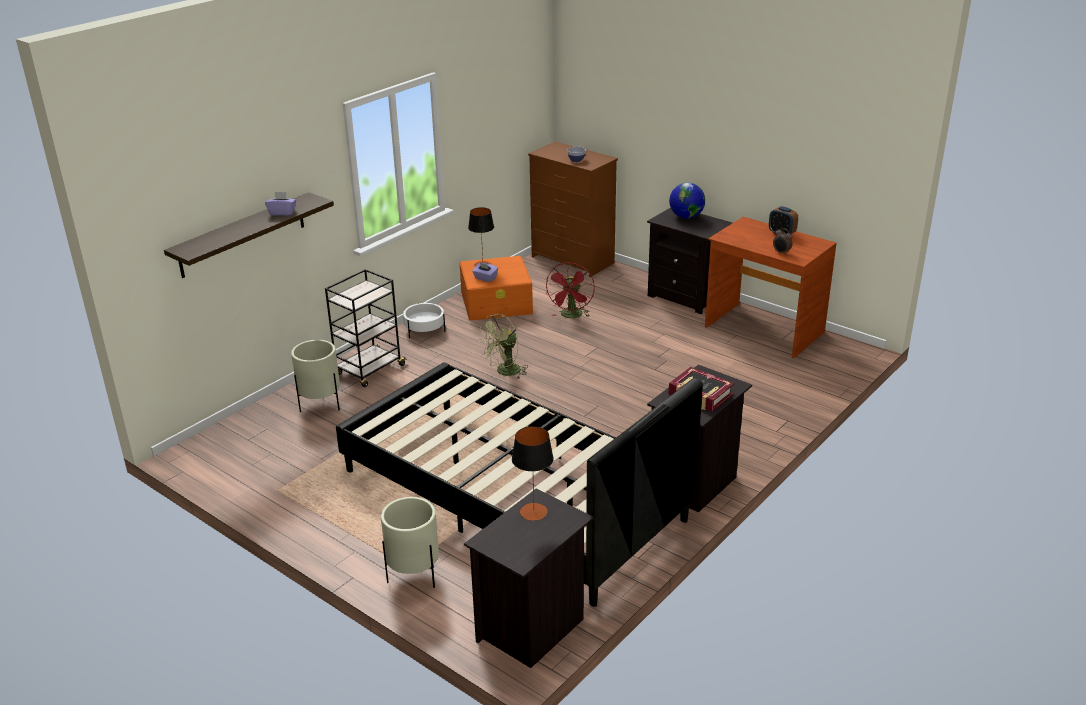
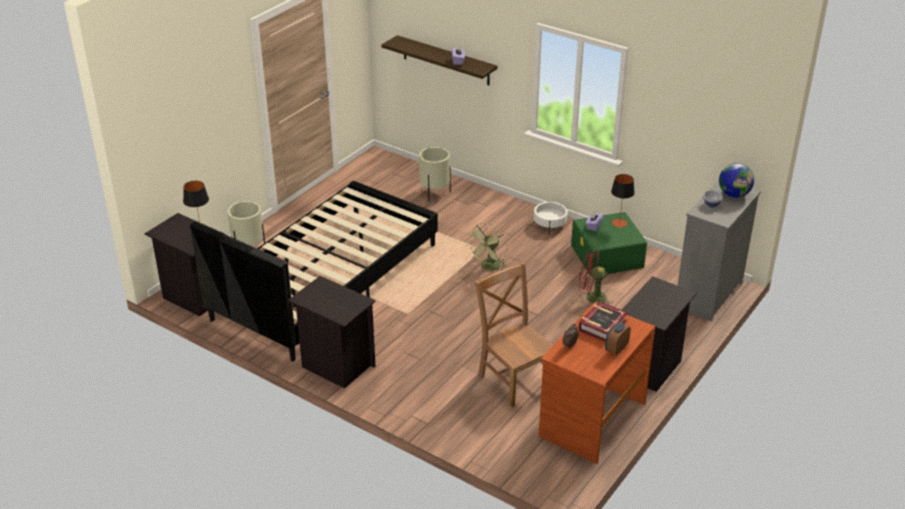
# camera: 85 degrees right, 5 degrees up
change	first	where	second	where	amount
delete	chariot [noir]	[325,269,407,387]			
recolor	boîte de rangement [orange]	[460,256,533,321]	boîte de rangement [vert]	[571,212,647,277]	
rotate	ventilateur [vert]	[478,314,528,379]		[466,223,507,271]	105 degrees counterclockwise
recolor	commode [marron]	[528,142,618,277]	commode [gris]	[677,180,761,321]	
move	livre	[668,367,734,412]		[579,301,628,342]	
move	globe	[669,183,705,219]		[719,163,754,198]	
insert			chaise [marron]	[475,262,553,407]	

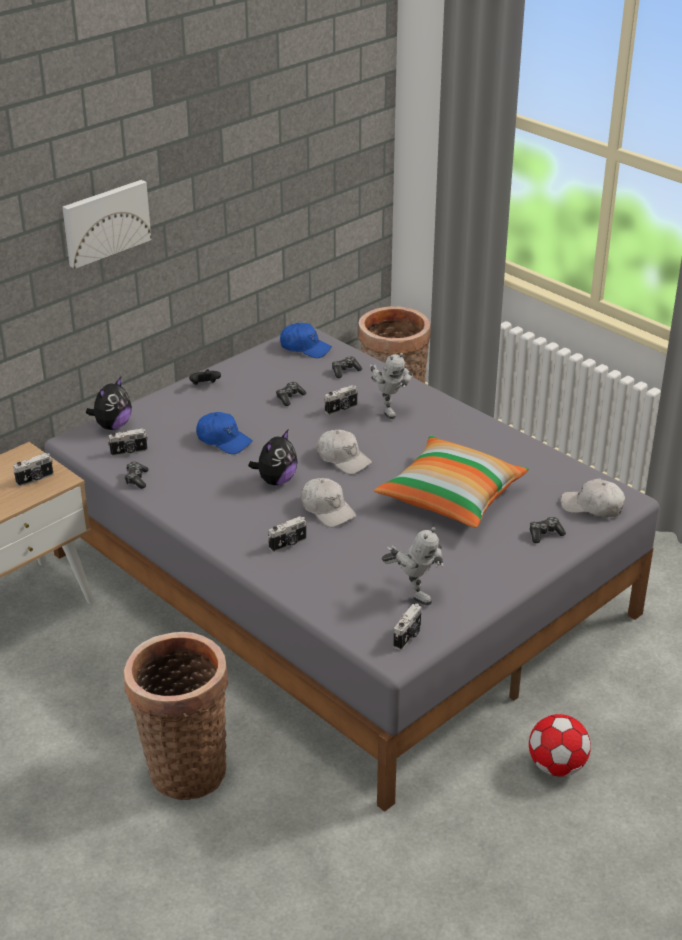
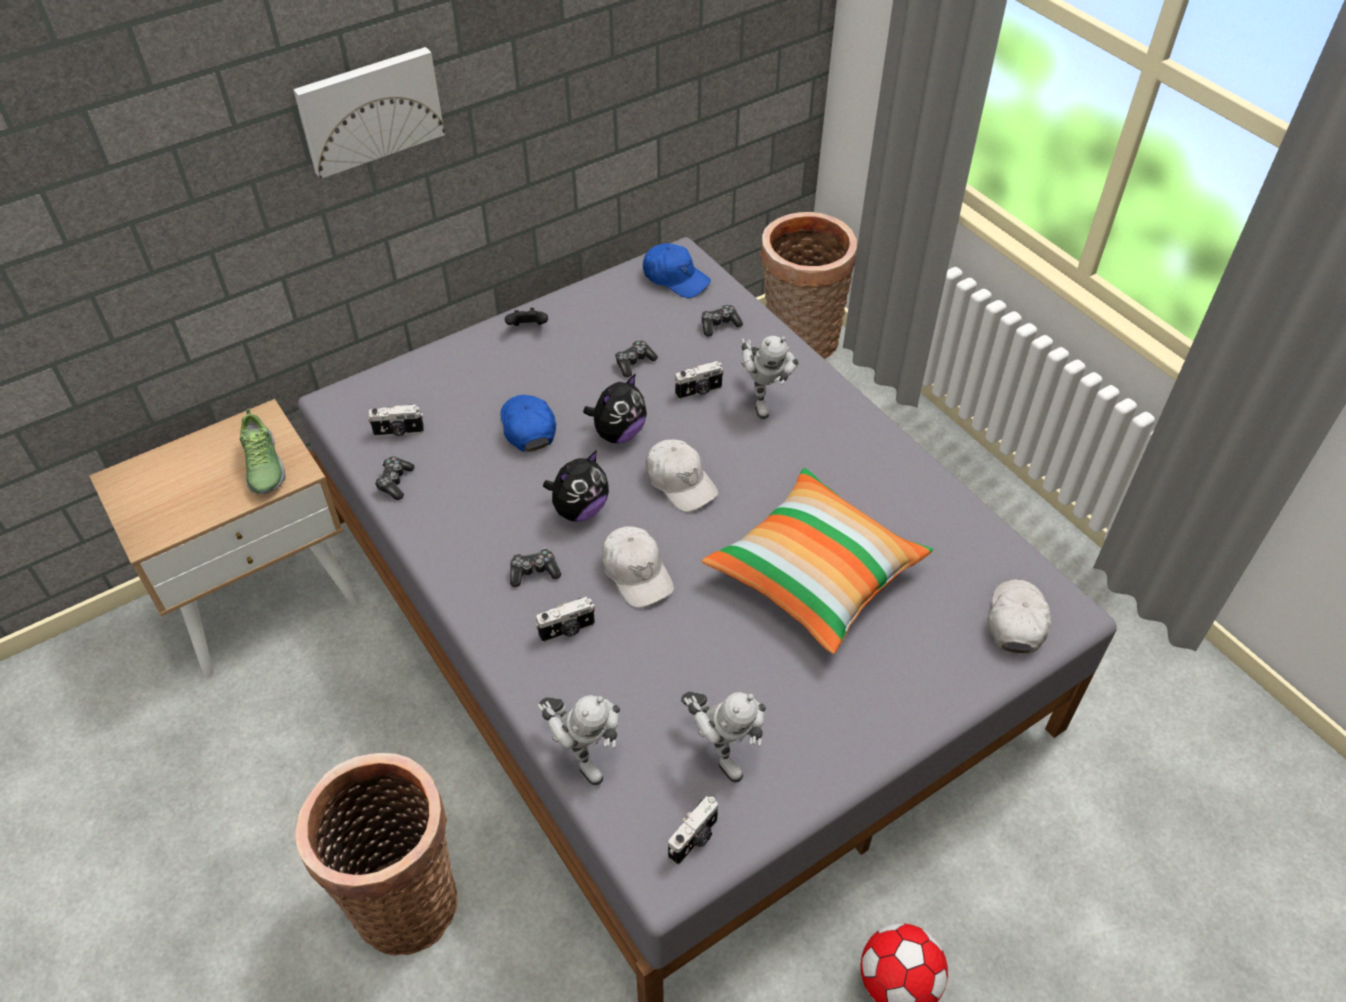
# camera: 10 degrees right, 15 degrees up
change	first	where	second	where	amount
replace	appareil photo	[13,453,53,486]	chaussure	[240,409,286,494]	
move	peluche	[86,377,132,430]		[583,373,647,443]	
rotate	casquette [bleu]	[196,412,253,454]		[500,395,556,452]	150 degrees counterclockwise
move	manette	[530,517,566,543]		[510,548,561,587]	
rotate	casquette [blanc]	[561,478,625,517]		[987,580,1051,653]	75 degrees clockwise
insert			robot jouet	[538,695,620,785]	

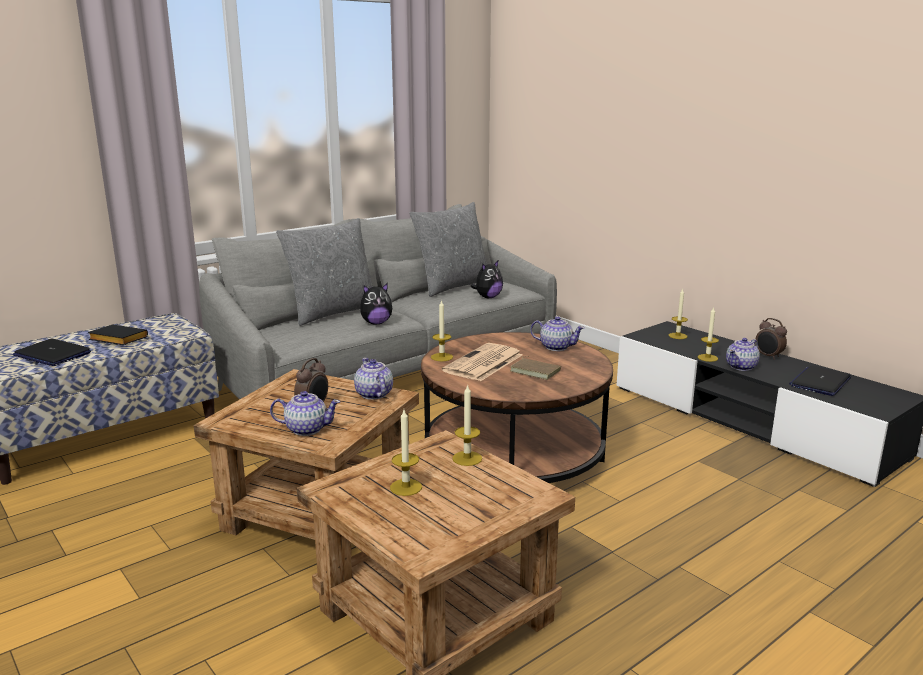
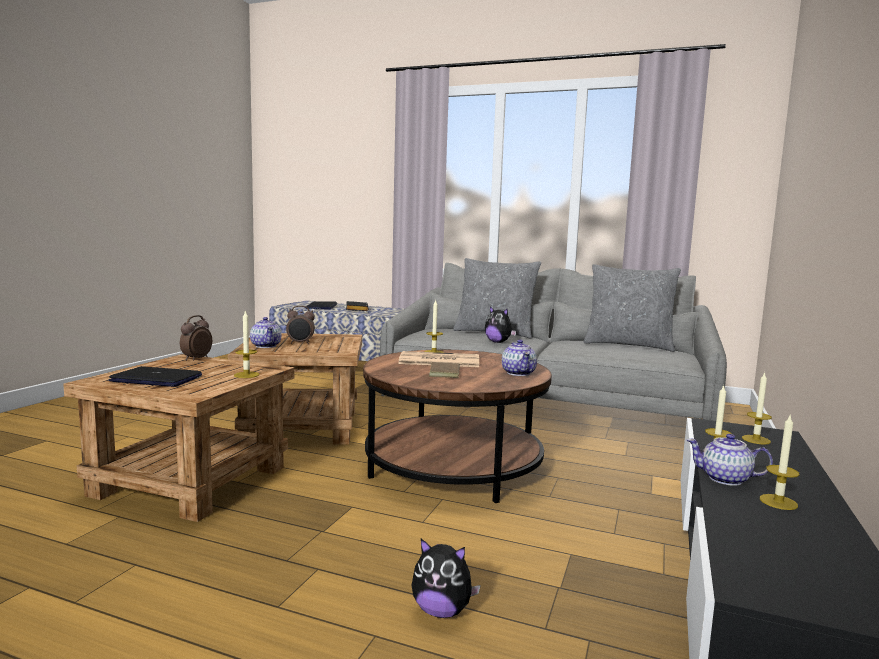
# camera: 60 degrees right, 10 degrees down
change	first	where	second	where	amount
delete	théière	[354,358,393,400]			
move	bougie	[390,410,422,496]		[760,416,799,510]	
move	peluche	[470,261,503,298]		[411,539,481,618]	
move	réveil	[755,318,787,360]		[180,315,212,361]	
move	ordinateur portable	[789,366,851,396]		[109,366,202,387]	

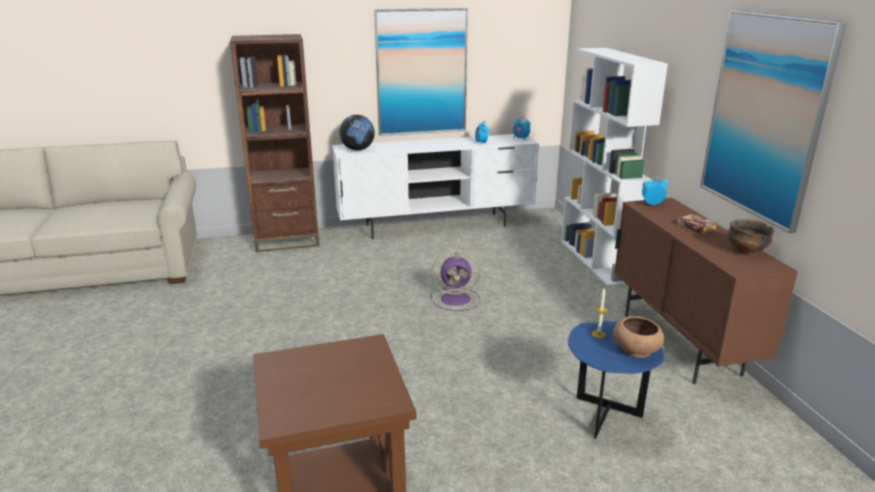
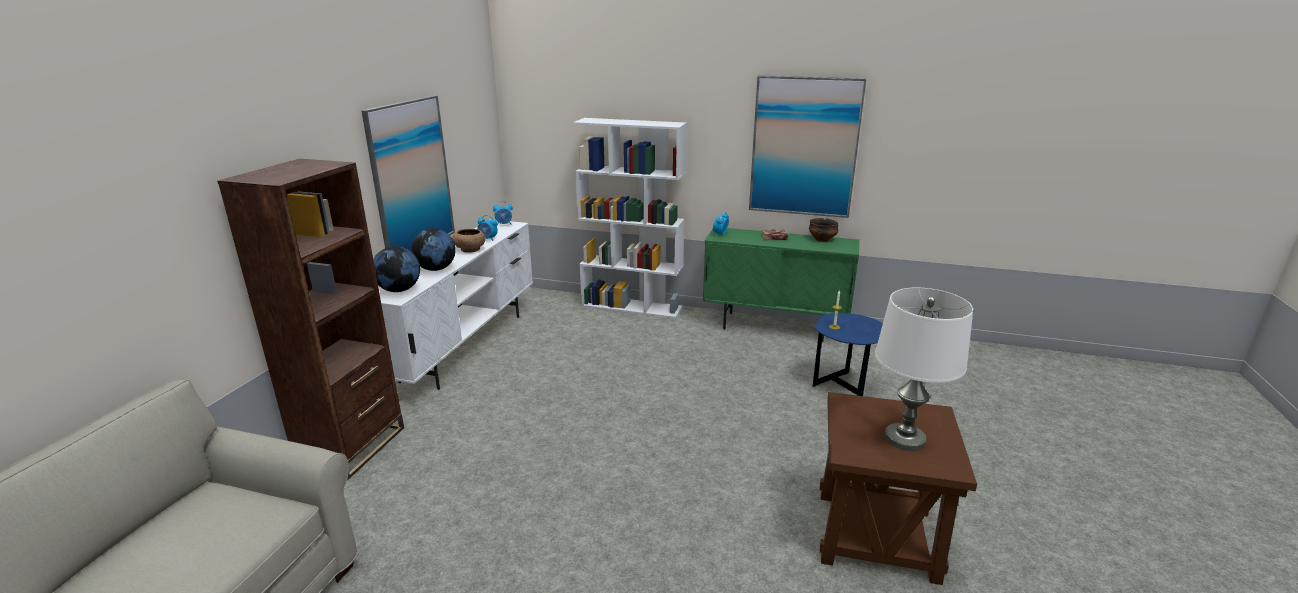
# camera: 60 degrees left, 0 degrees up
change	first	where	second	where	amount
delete	ventilateur [violet]	[430,249,480,311]			
move	bol [marron]	[613,316,664,358]		[452,229,486,253]	
recolor	meuble de rangement [marron]	[614,198,798,384]	meuble de rangement [vert]	[703,228,859,342]	
insert			globe	[411,228,456,271]	
insert			lampe de table [blanc]	[875,288,973,451]	

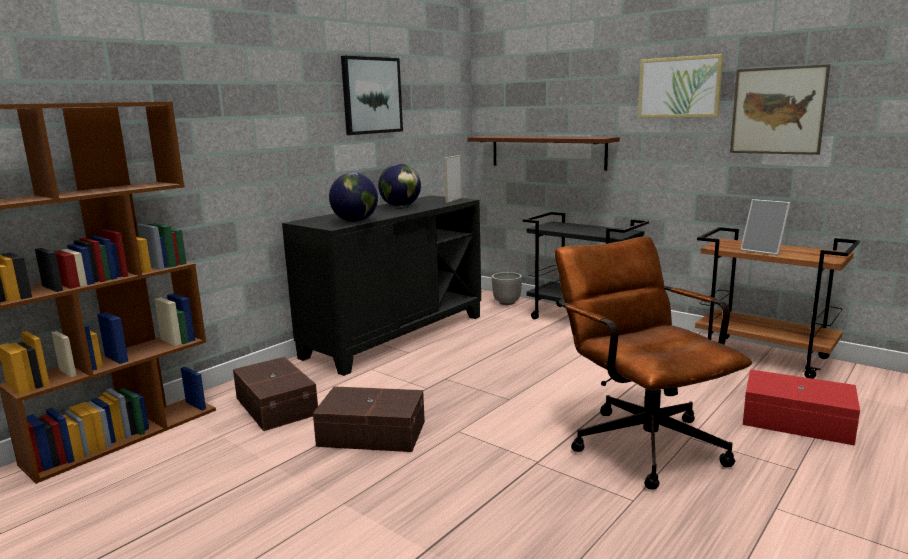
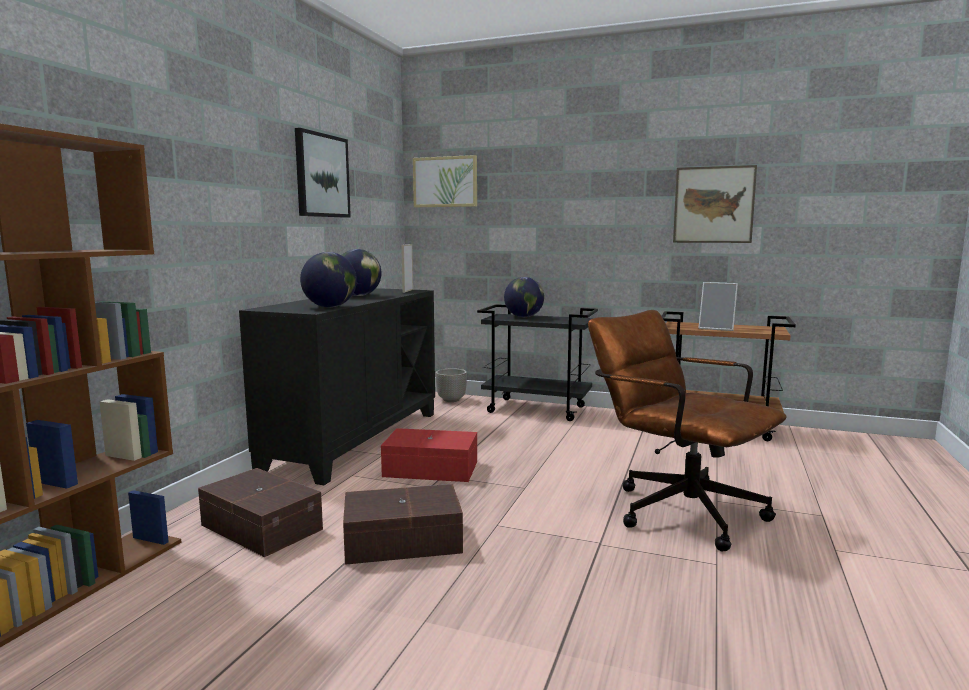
# camera: 20 degrees left, 5 degrees down
change	first	where	second	where	amount
delete	étagère [marron]	[467,136,620,171]			
move	tableau	[638,54,724,118]		[413,155,477,207]	
move	boîte de rangement [rouge]	[743,369,860,446]		[381,428,477,482]	
insert			globe	[504,277,544,317]	

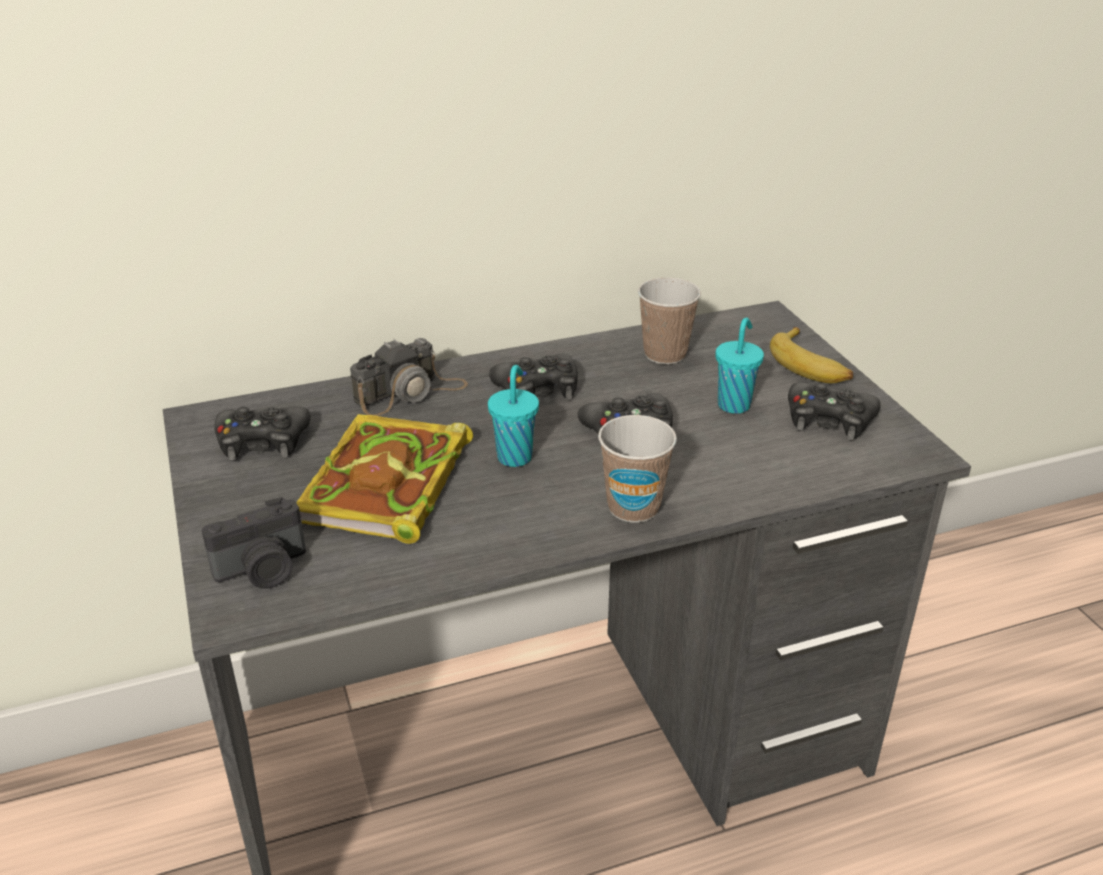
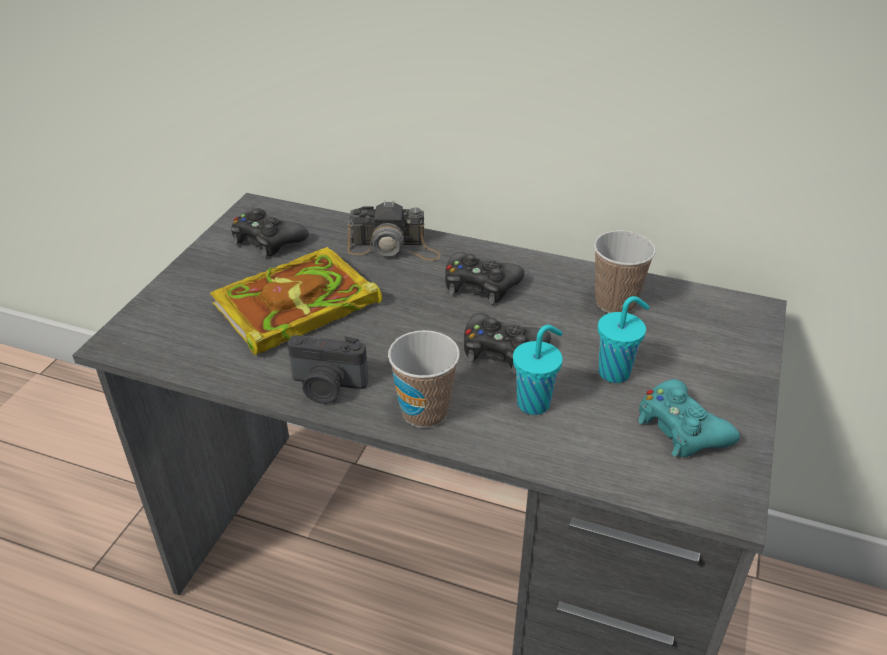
# camera: 40 degrees right, 5 degrees up
change	first	where	second	where	amount
move	appareil photo	[202,497,306,589]		[288,335,368,404]	
move	tasse [turquoise]	[488,365,539,467]		[513,325,563,415]	
delete	banane	[770,327,853,383]			
recolor	manette [noir]	[788,382,881,440]	manette [turquoise]	[637,379,740,457]	

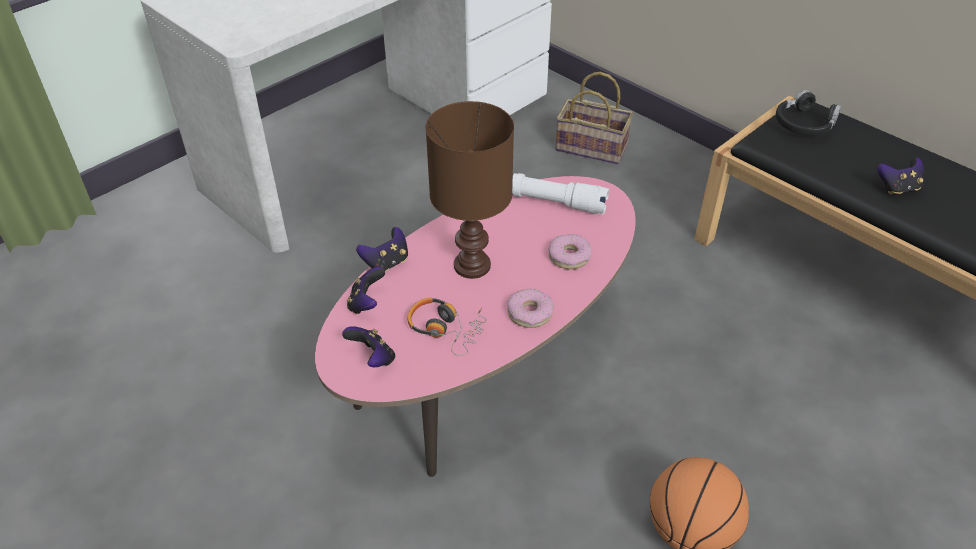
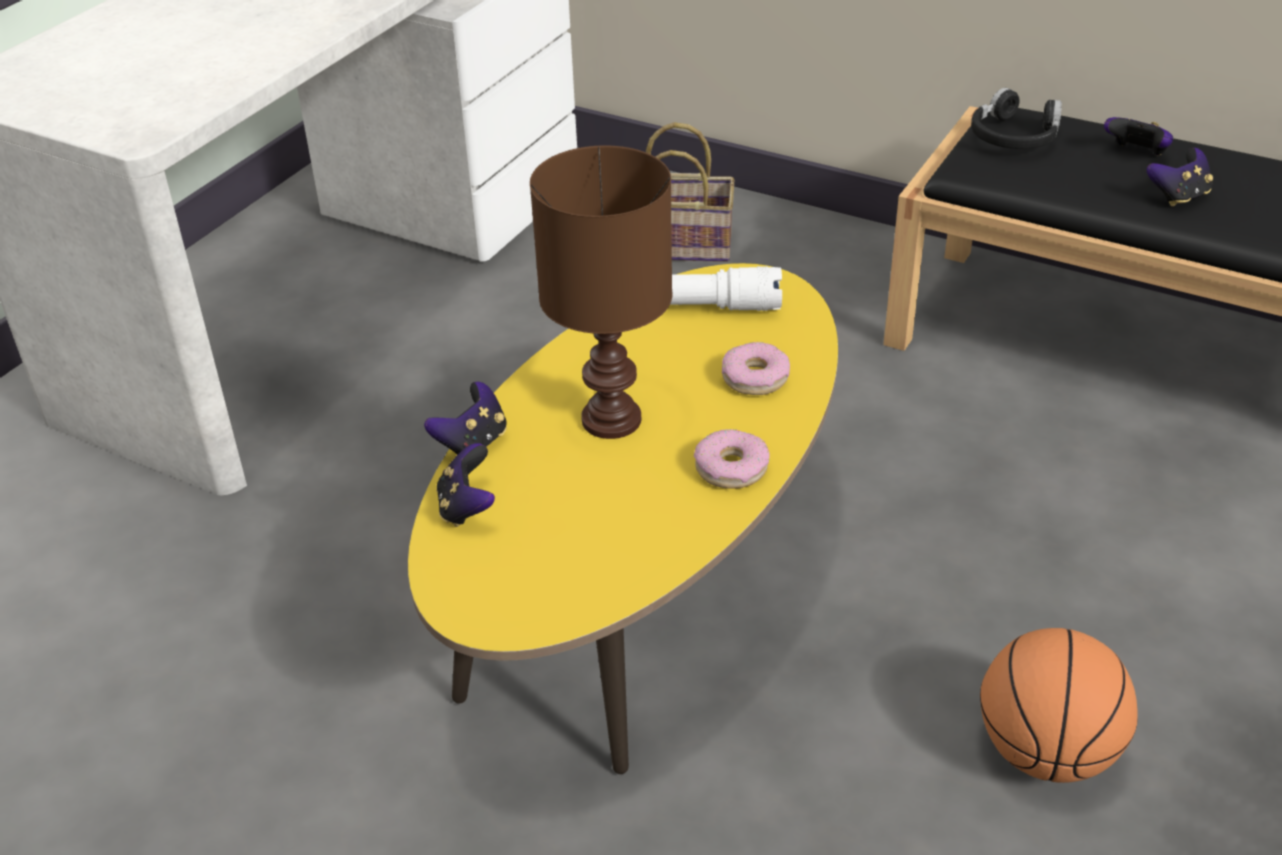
# camera: 15 degrees left, 5 degrees down
change	first	where	second	where	amount
recolor	table basse [rose]	[315,176,636,477]	table basse [jaune]	[408,263,838,774]	
move	manette	[342,326,395,367]		[1104,117,1173,156]	
delete	casque audio	[408,298,487,356]			

